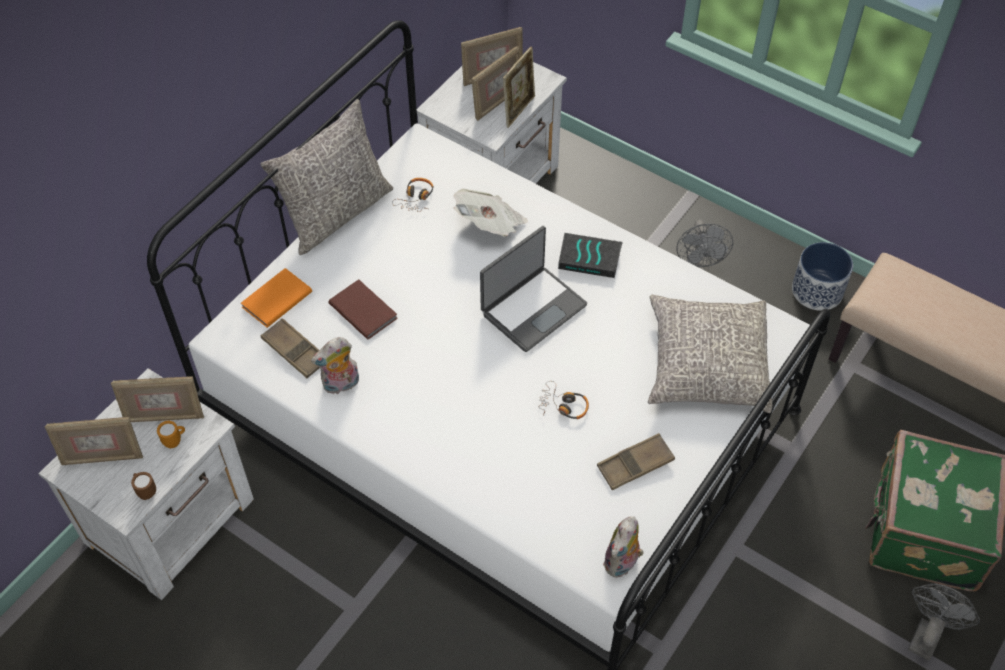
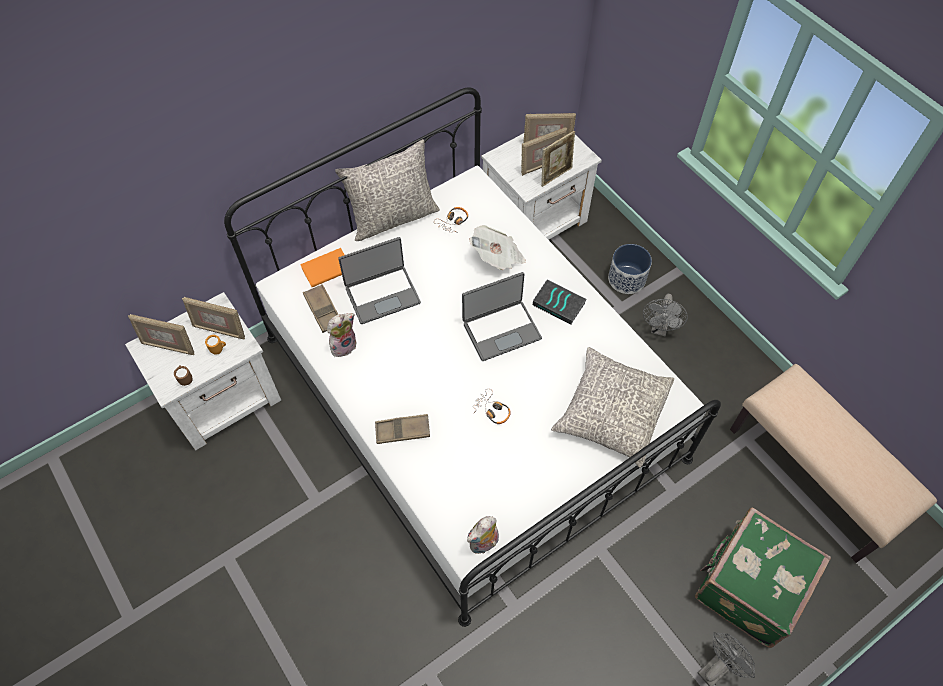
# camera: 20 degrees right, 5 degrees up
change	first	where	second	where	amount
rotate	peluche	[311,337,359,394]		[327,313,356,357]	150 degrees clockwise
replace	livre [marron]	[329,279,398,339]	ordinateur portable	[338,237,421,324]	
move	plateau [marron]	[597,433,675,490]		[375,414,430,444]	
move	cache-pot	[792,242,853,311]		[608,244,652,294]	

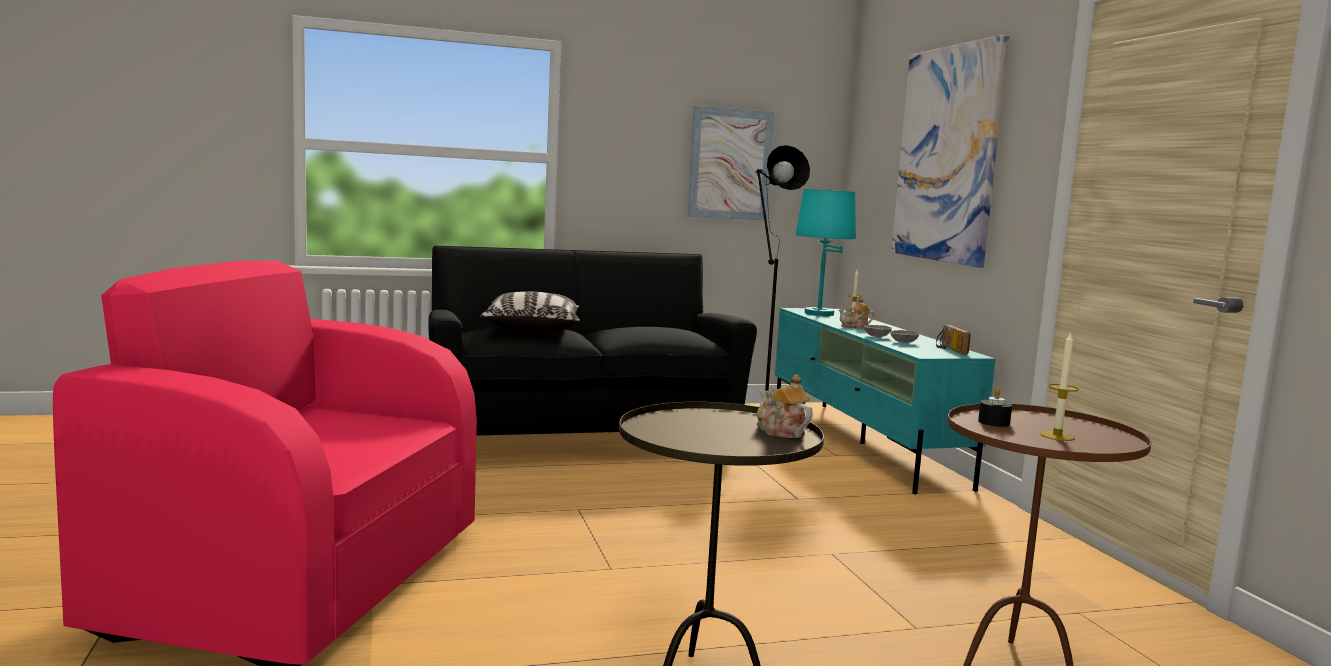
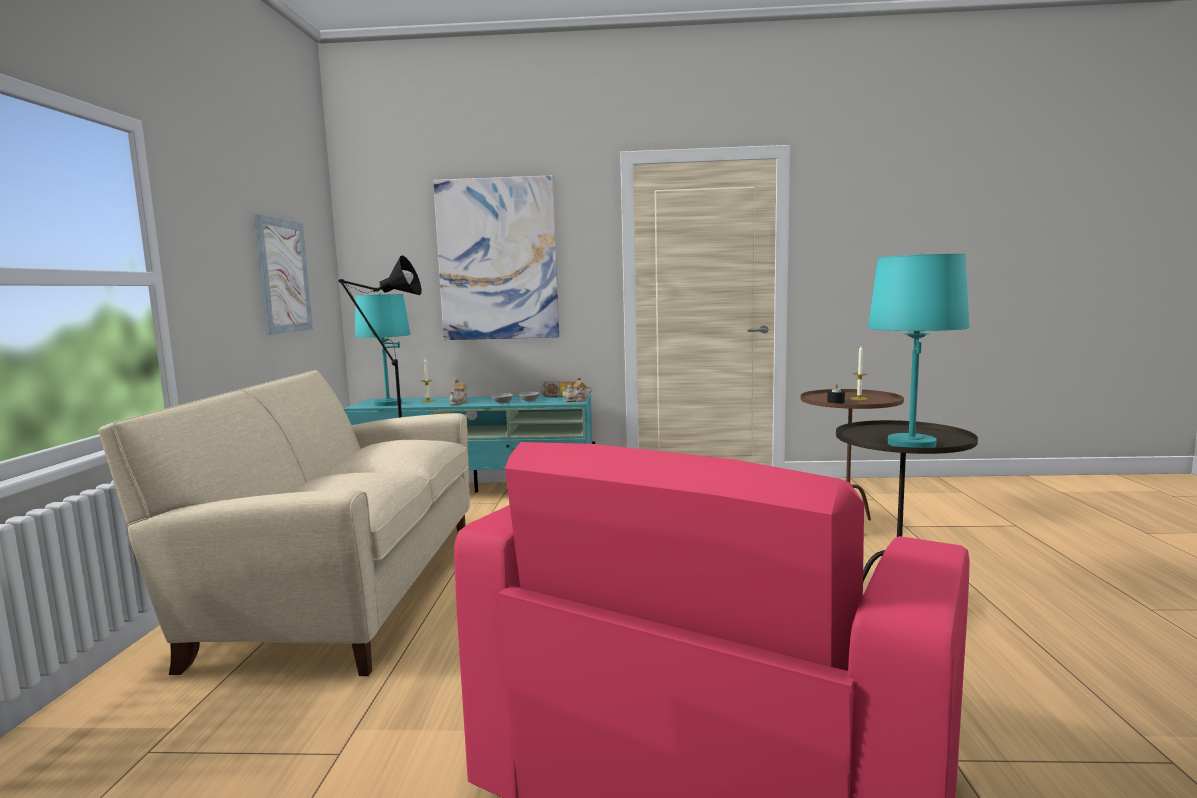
# camera: 70 degrees left, 0 degrees up
change	first	where	second	where	amount
recolor	canapé [noir]	[428,246,757,436]	canapé [beige]	[98,370,470,676]	
delete	coussin	[480,291,580,333]			
move	théière	[757,375,813,438]		[561,376,591,402]	
insert			lampe de table [turquoise]	[868,253,970,448]	

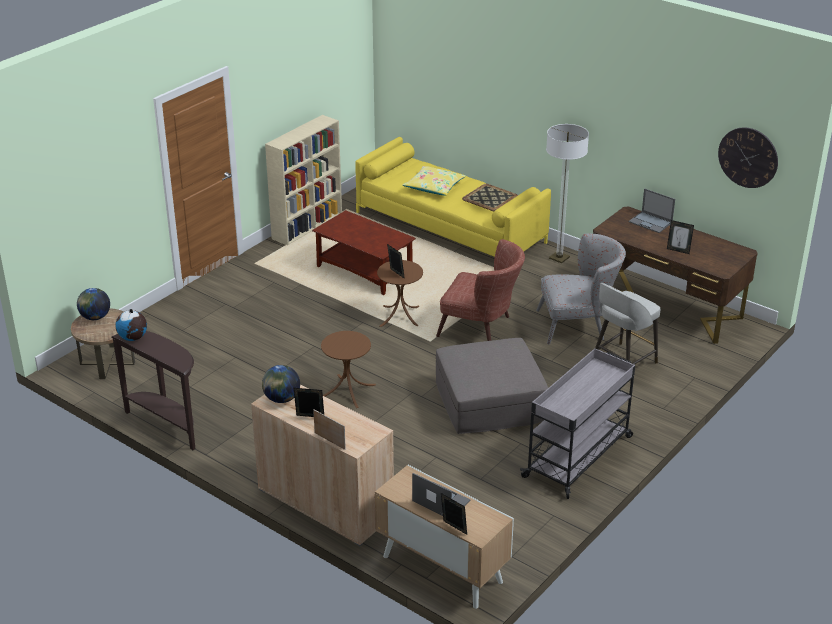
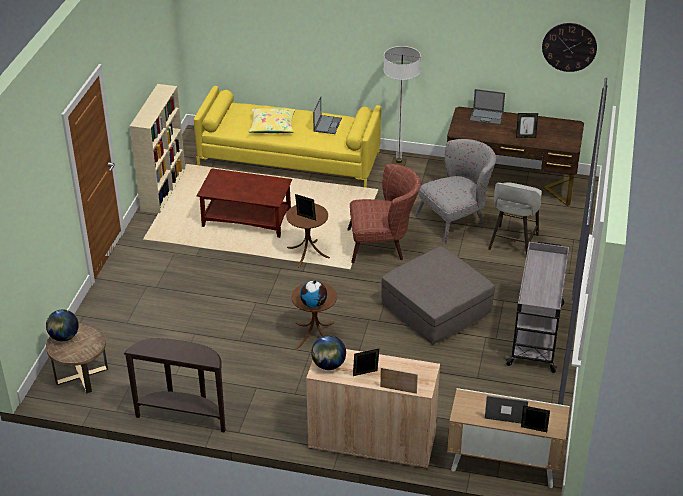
# camera: 25 degrees left, 5 degrees up
change	first	where	second	where	amount
move	globe	[115,309,147,341]		[300,280,327,308]	
replace	plateau	[462,184,518,211]	ordinateur portable	[313,96,342,134]	

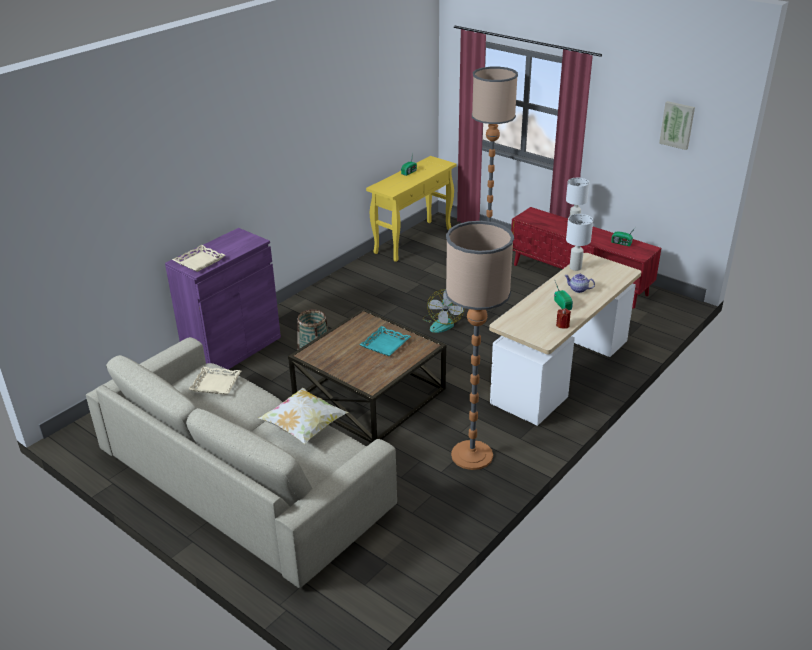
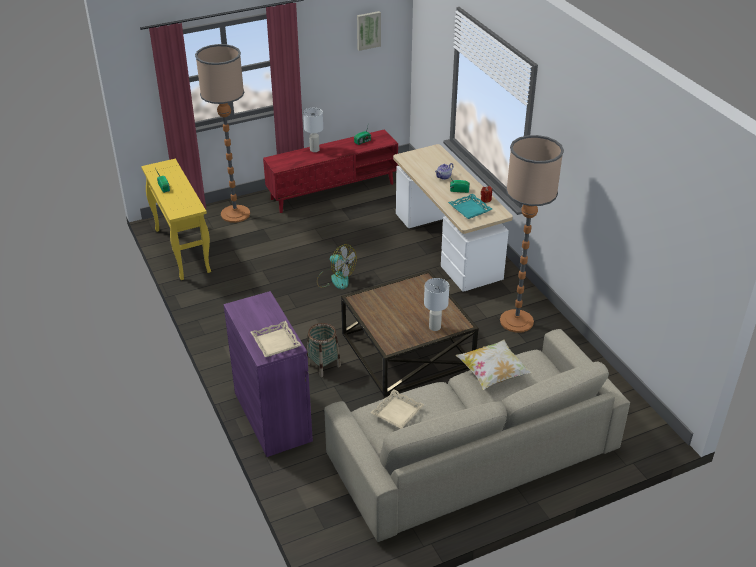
# camera: 65 degrees left, 5 degrees up
change	first	where	second	where	amount
move	plateau [turquoise]	[360,326,411,356]		[448,194,492,219]	
move	lampe de table [blanc]	[566,214,593,271]		[424,278,449,331]	

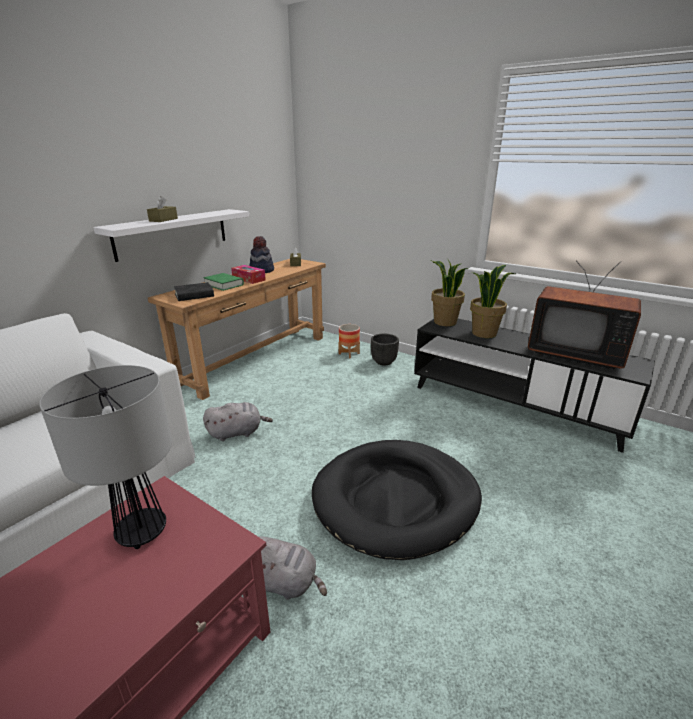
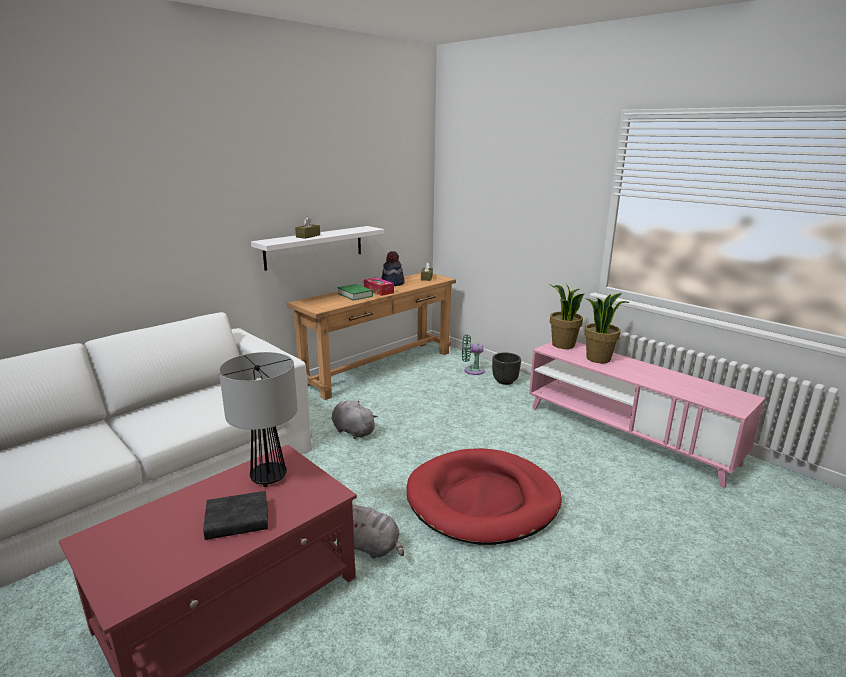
# camera: 10 degrees right, 5 degrees down
change	first	where	second	where	amount
move	livre [noir]	[174,282,214,301]		[203,491,268,540]	
rotate	peluche [gris]	[203,402,273,441]		[331,400,378,439]	135 degrees counterclockwise
recolor	panier pour chien [noir]	[312,440,482,560]	panier pour chien [rouge]	[407,448,562,545]	
replace	cache-pot	[338,324,360,358]	ventilateur [vert]	[462,335,485,375]	
recolor	meuble télé [noir]	[414,319,655,453]	meuble télé [rose]	[529,342,765,488]	
delete	téléviseur	[528,261,641,369]			

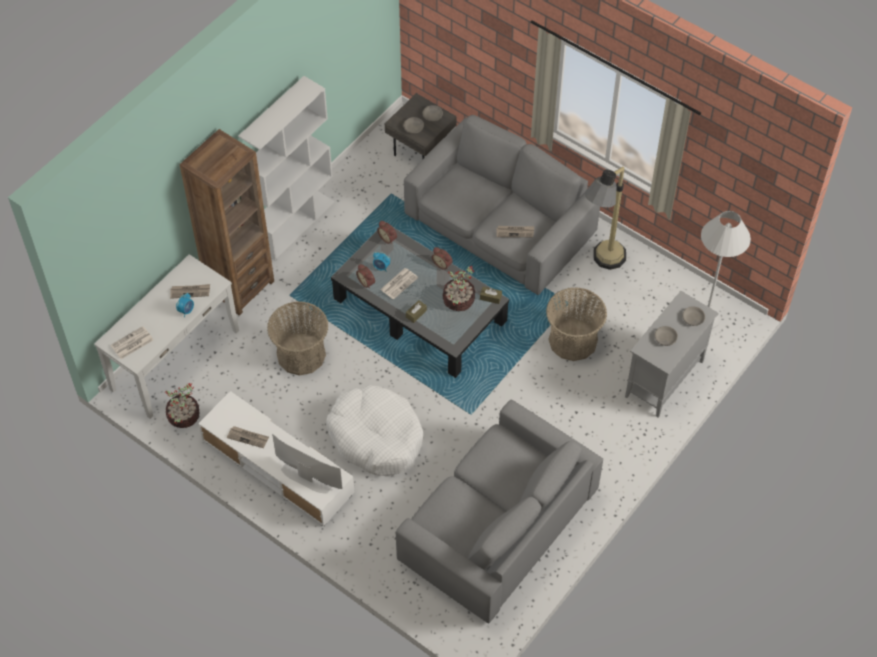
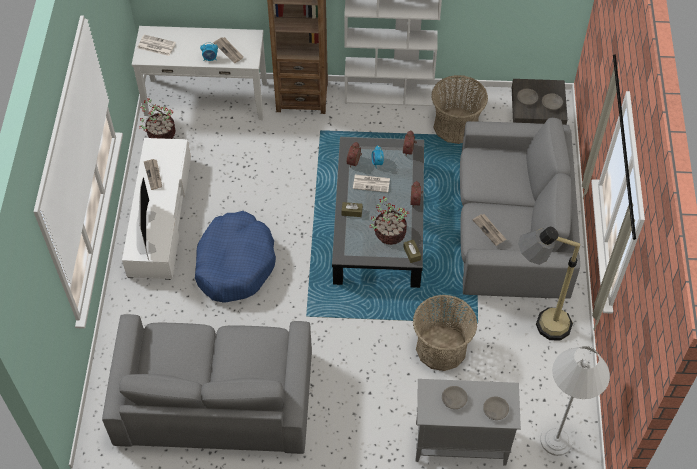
# camera: 55 degrees right, 0 degrees up
change	first	where	second	where	amount
move	panier	[267,301,329,376]		[431,75,488,144]	
recolor	panier pour chien [blanc]	[326,385,423,476]	panier pour chien [bleu]	[195,211,276,303]	

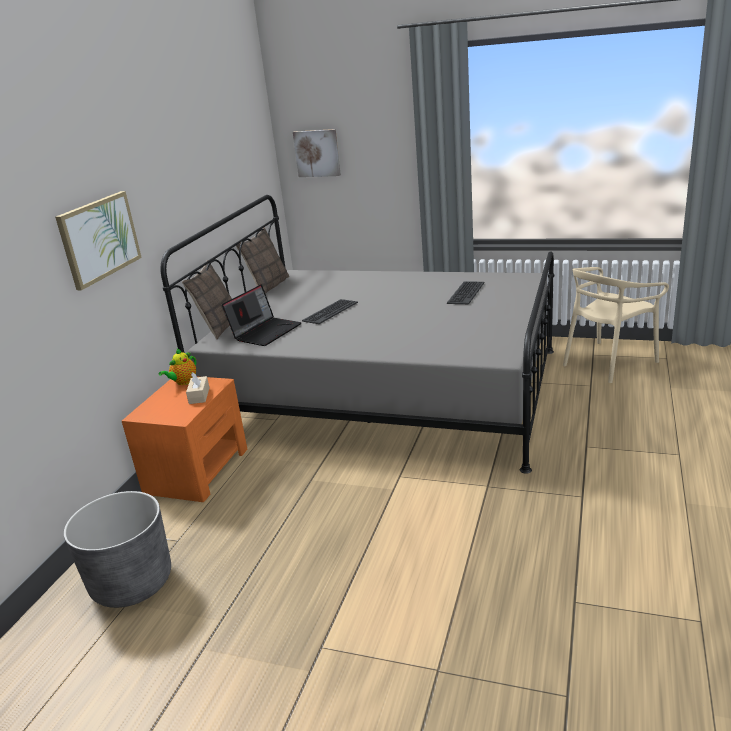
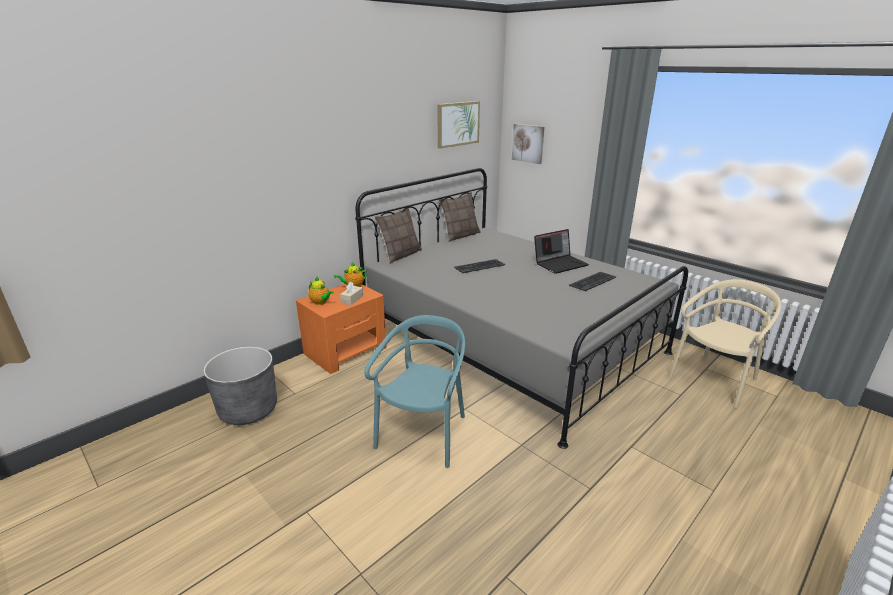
# camera: 25 degrees right, 0 degrees up
change	first	where	second	where	amount
move	tableau	[55,191,142,290]		[437,101,480,149]	
move	ordinateur portable	[222,284,301,346]		[534,229,589,274]	
rotate	chaise [beige]	[563,267,669,383]		[669,279,781,408]	150 degrees clockwise
insert			théière	[308,277,334,305]	
insert			chaise [turquoise]	[364,315,465,468]	

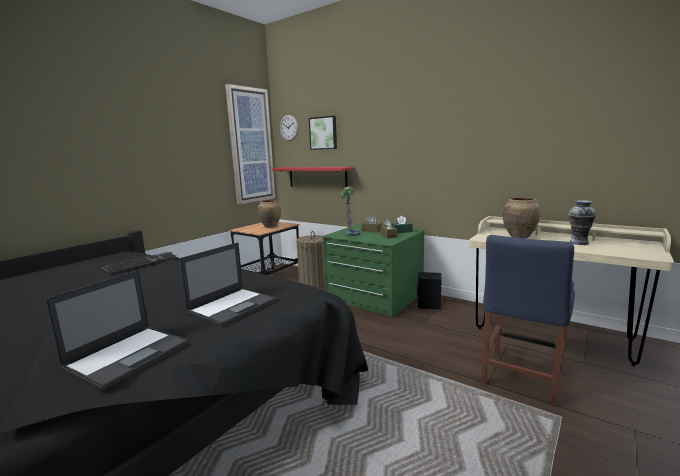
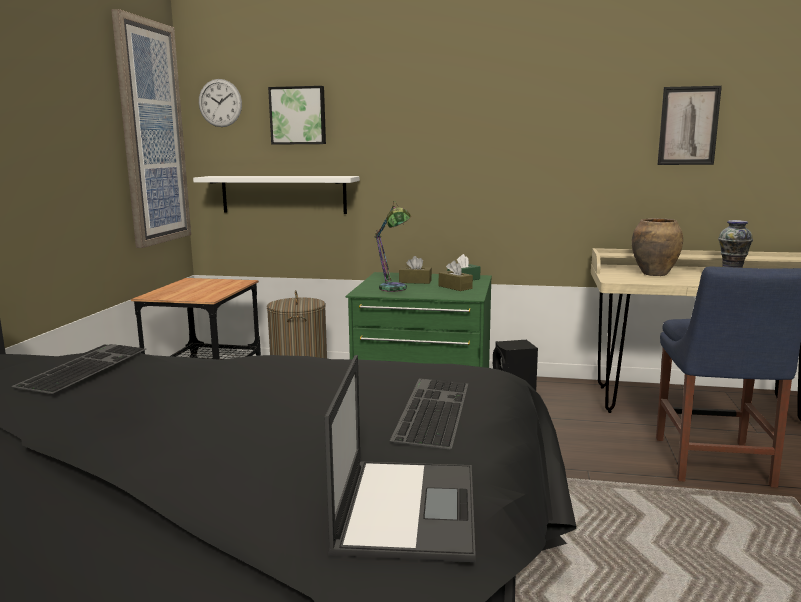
# camera: 25 degrees left, 0 degrees up
change	first	where	second	where	amount
replace	ordinateur portable	[179,242,277,327]	clavier	[390,378,468,449]	
delete	vase [marron]	[258,200,281,228]			
recolor	étagère [rouge]	[272,167,354,187]	étagère [blanc]	[193,176,360,214]	
insert			tableau	[658,86,722,165]	

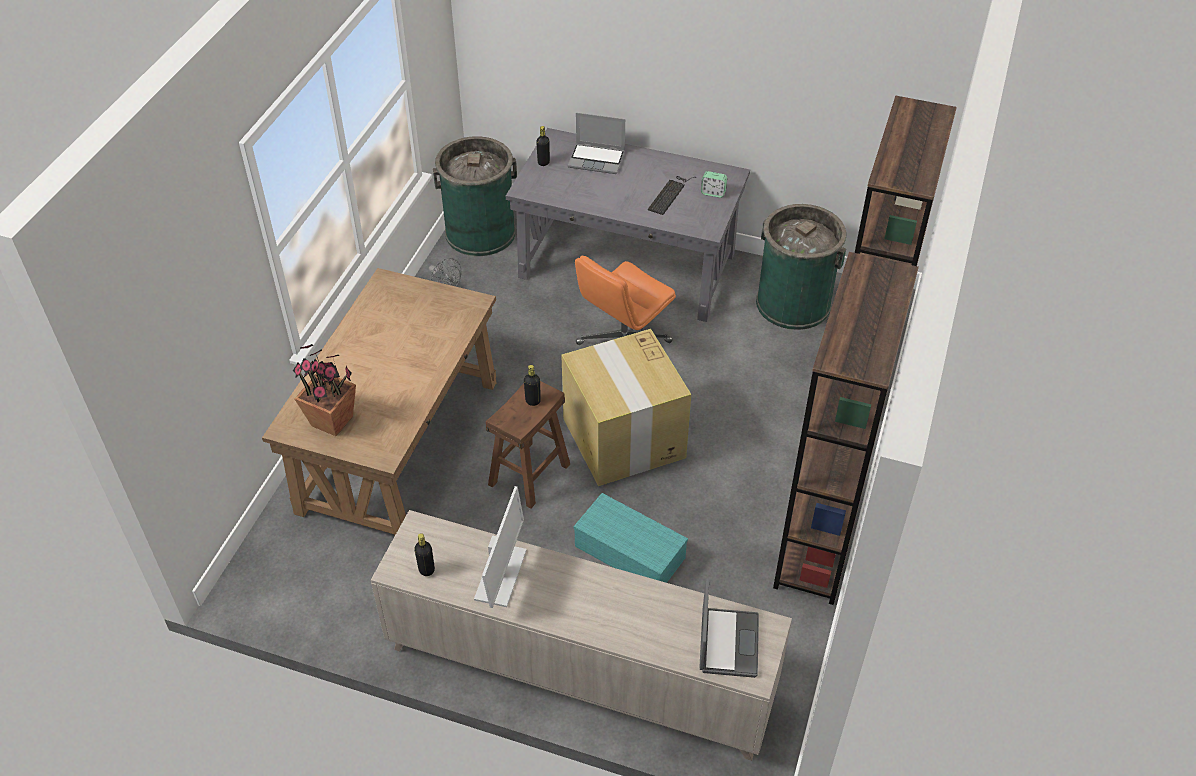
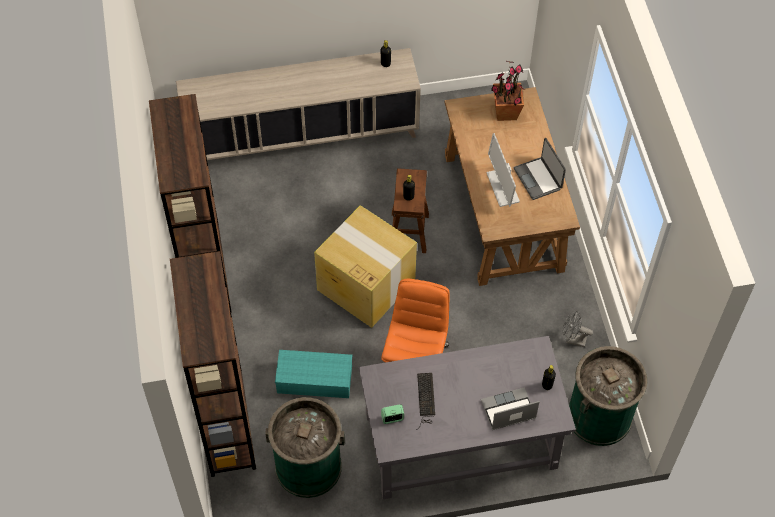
# camera: 150 degrees right, 10 degrees up
change	first	where	second	where	amount
move	écran d'ordinateur	[474,486,527,608]		[486,133,520,207]	
move	boîte de rangement [turquoise]	[573,493,688,583]		[275,350,352,398]	
move	ordinateur portable	[699,579,759,678]		[513,138,566,200]	

